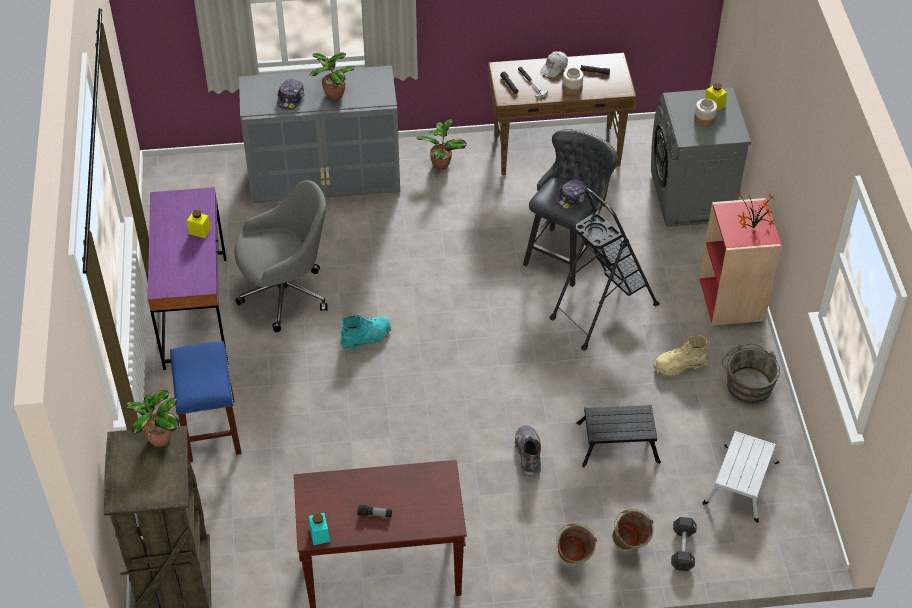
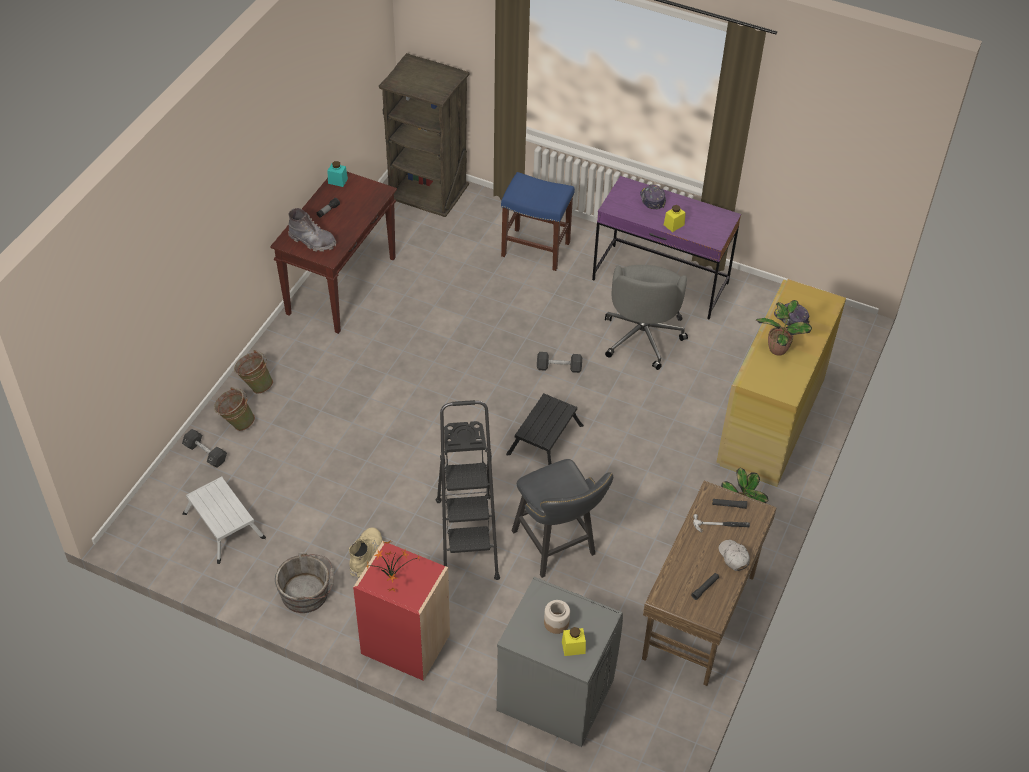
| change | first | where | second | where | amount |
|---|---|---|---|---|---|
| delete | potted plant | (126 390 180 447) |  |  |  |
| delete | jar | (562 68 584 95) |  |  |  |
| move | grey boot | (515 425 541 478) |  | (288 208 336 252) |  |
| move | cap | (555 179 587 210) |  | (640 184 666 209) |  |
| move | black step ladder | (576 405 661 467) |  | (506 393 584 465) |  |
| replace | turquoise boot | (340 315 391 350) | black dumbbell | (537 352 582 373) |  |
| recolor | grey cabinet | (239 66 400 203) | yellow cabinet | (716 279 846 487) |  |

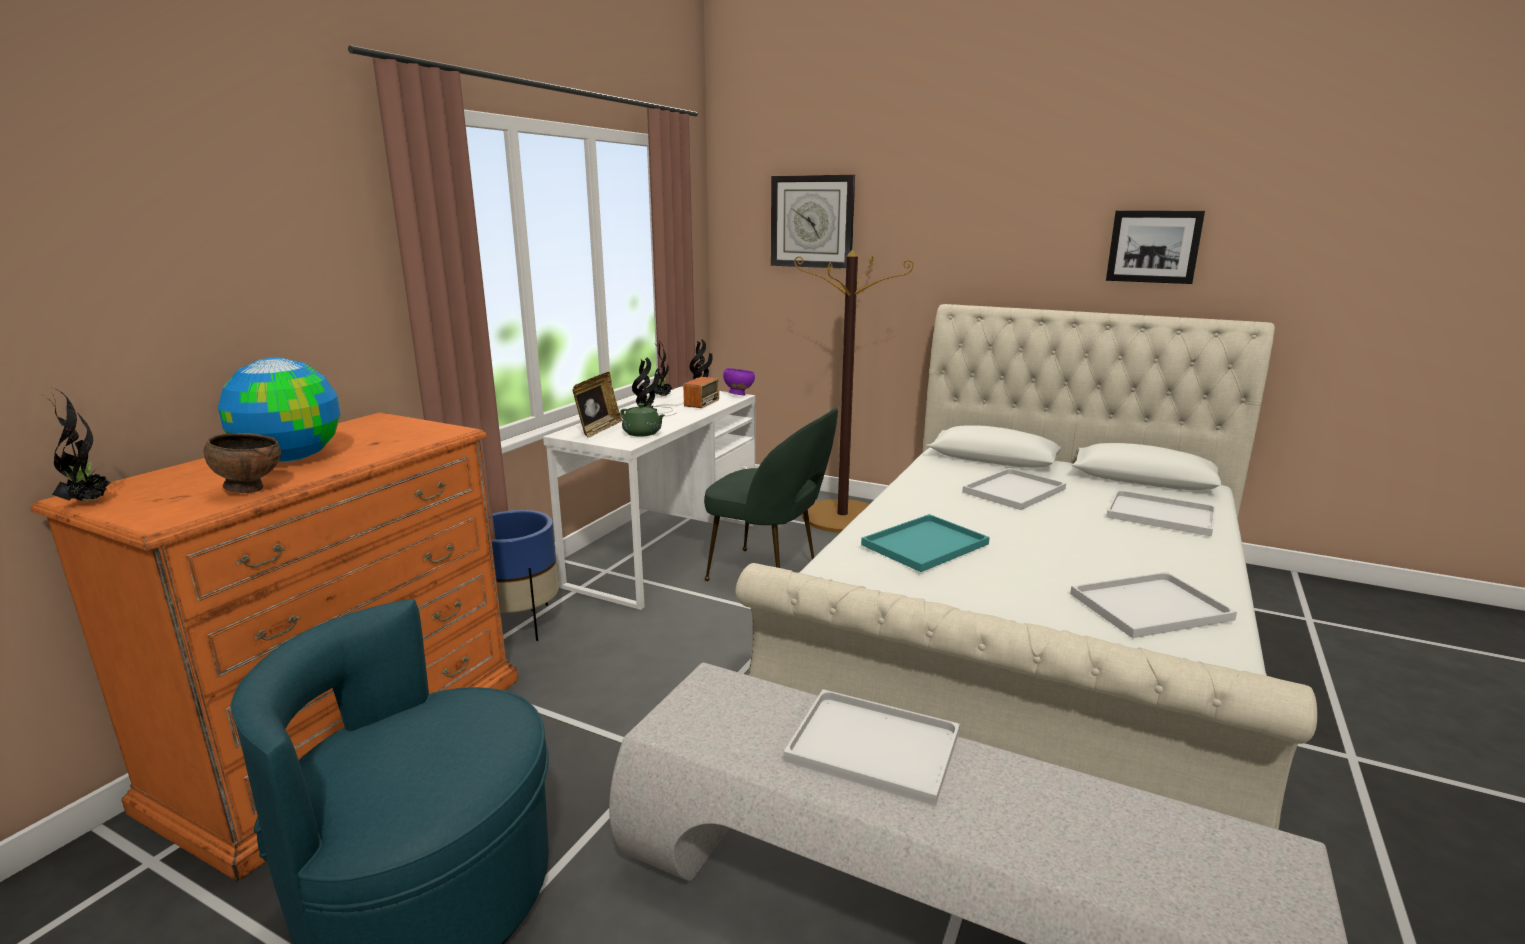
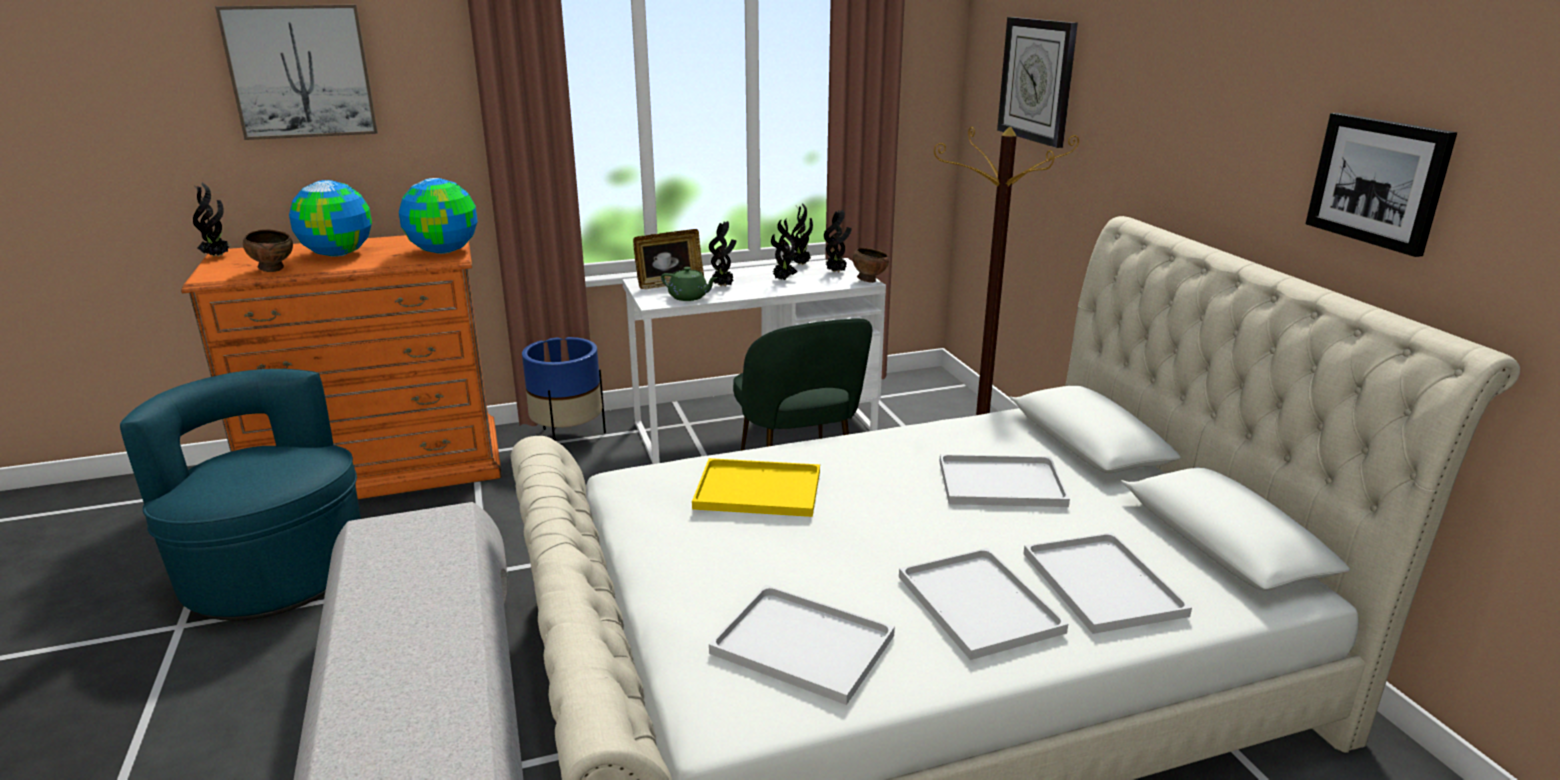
| change | first | where | second | where | amount |
|---|---|---|---|---|---|
| insert |  |  | picture | (215 4 378 140) |  |
| insert |  |  | globe | (399 178 478 254) |  |
| move | white tray | (783 689 960 806) |  | (899 548 1068 660) |  |
| replace | radio | (653 377 719 416) | potted plant | (771 218 798 280) |  |
| recolor | purple bowl | (723 368 755 395) | brown bowl | (853 248 889 283) |  |
| recolor | turquoise tray | (861 514 990 572) | yellow tray | (692 458 820 517) |  |
| rotate | green teapot | (620 403 665 437) |  | (661 267 718 301) | 60 degrees counterclockwise |

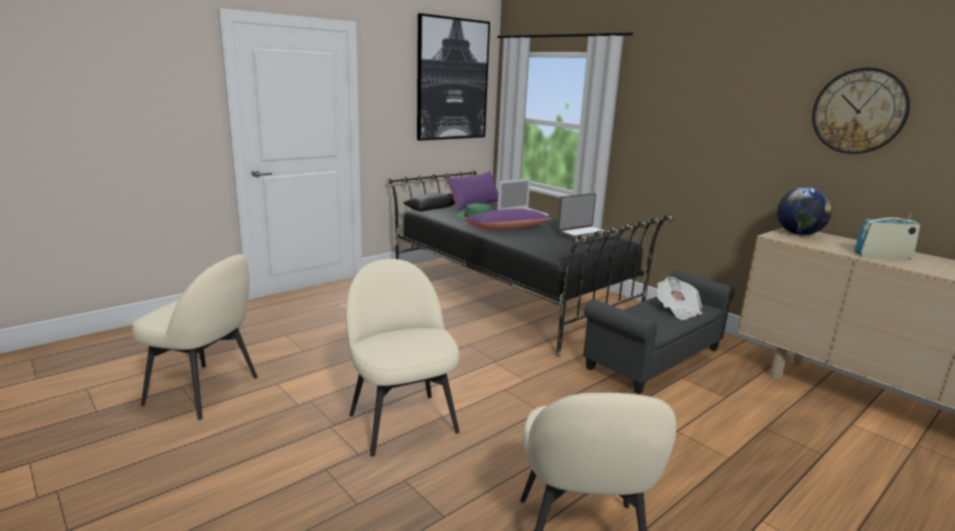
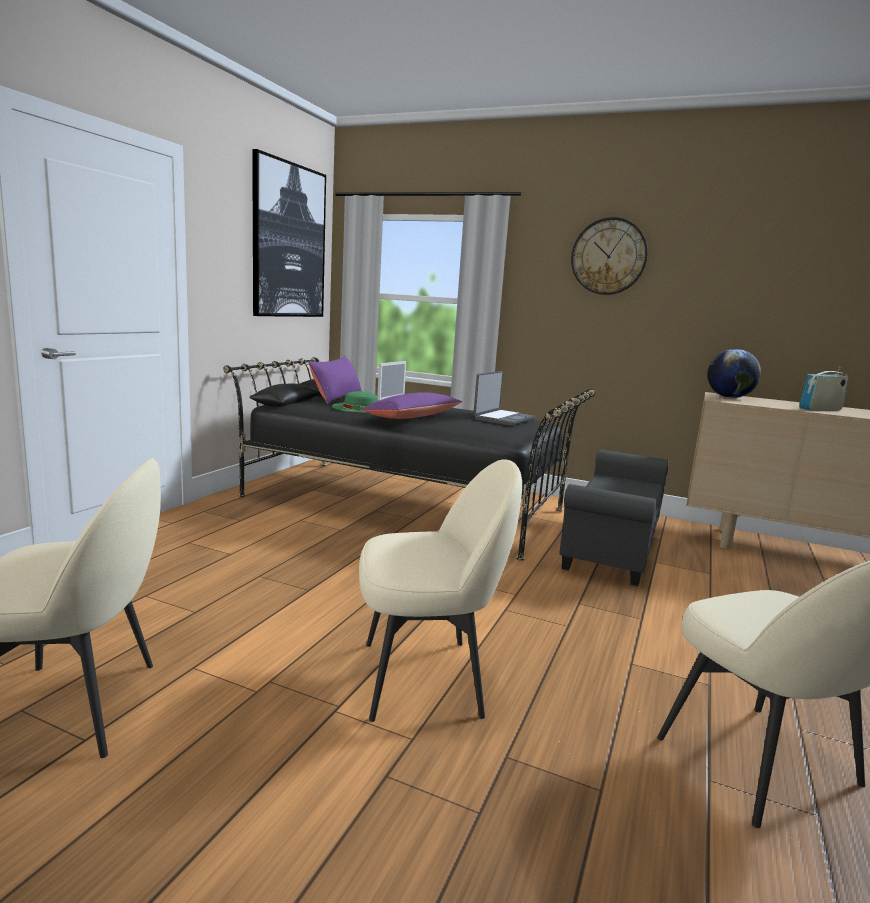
| change | first | where | second | where | amount |
|---|---|---|---|---|---|
| delete | newspaper | (657 277 702 320) |  |  |  |
| move | wall clock | (812 68 910 154) |  | (571 217 648 295) |  |
| rotate | beige chair | (346 259 460 457) |  | (359 459 522 722) | 135 degrees clockwise |

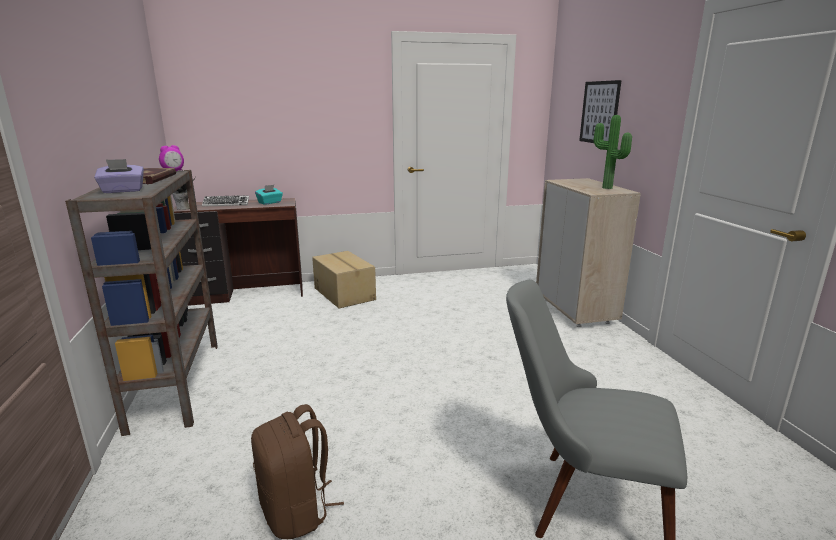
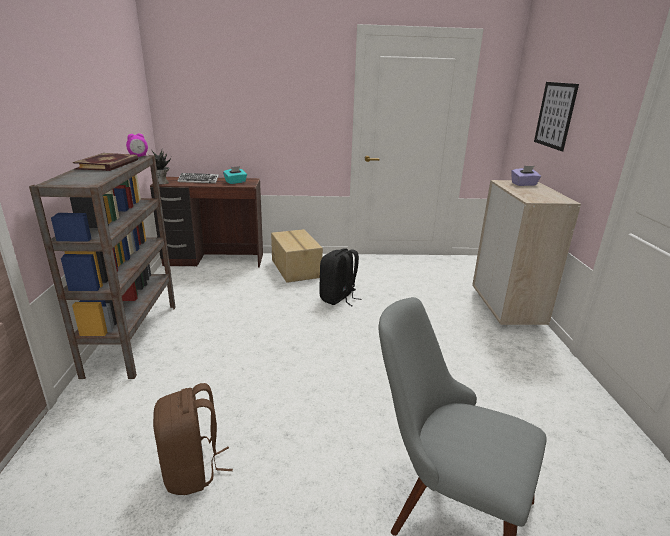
| change | first | where | second | where | amount |
|---|---|---|---|---|---|
| delete | potted plant | (594 115 632 189) |  |  |  |
| insert |  |  | black backpack | (319 248 362 307) |  |
| move | purple tissue box | (94 159 144 193) |  | (511 166 541 186) |  |

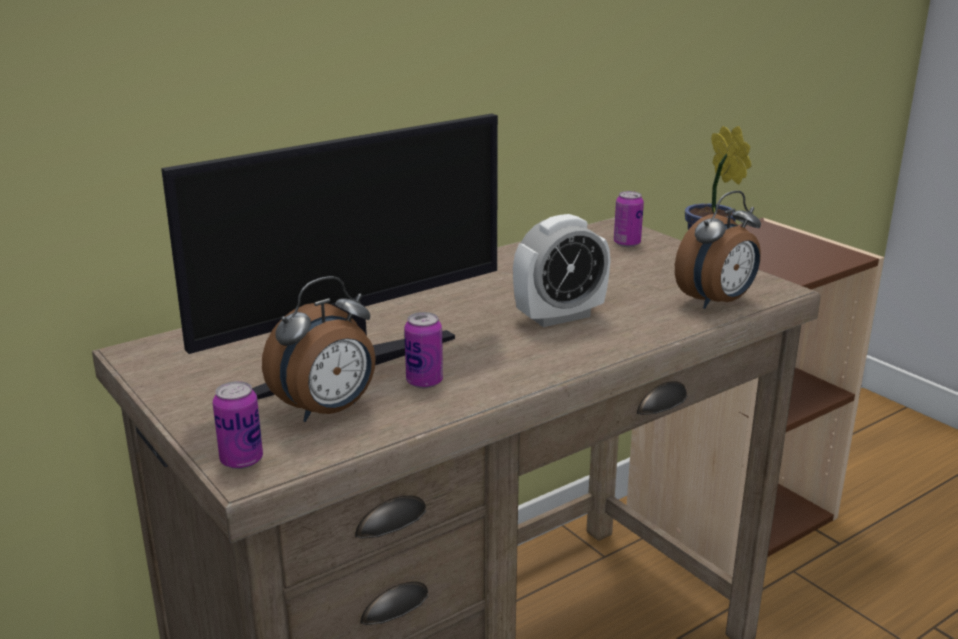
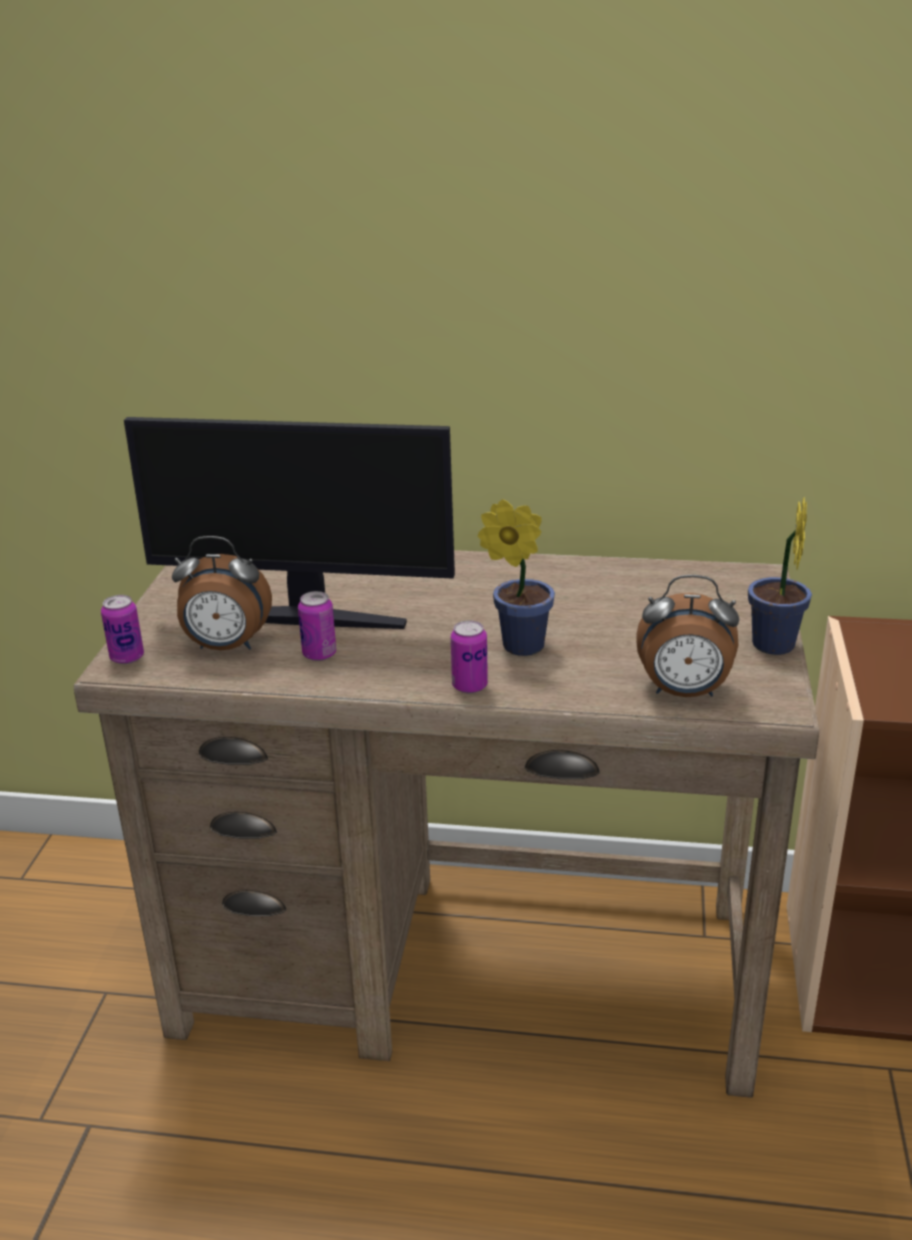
| change | first | where | second | where | amount |
|---|---|---|---|---|---|
| move | can | (614 191 644 247) |  | (451 620 488 693) |  |
| replace | alarm clock | (513 214 610 327) | potted plant | (477 499 555 656) |  |

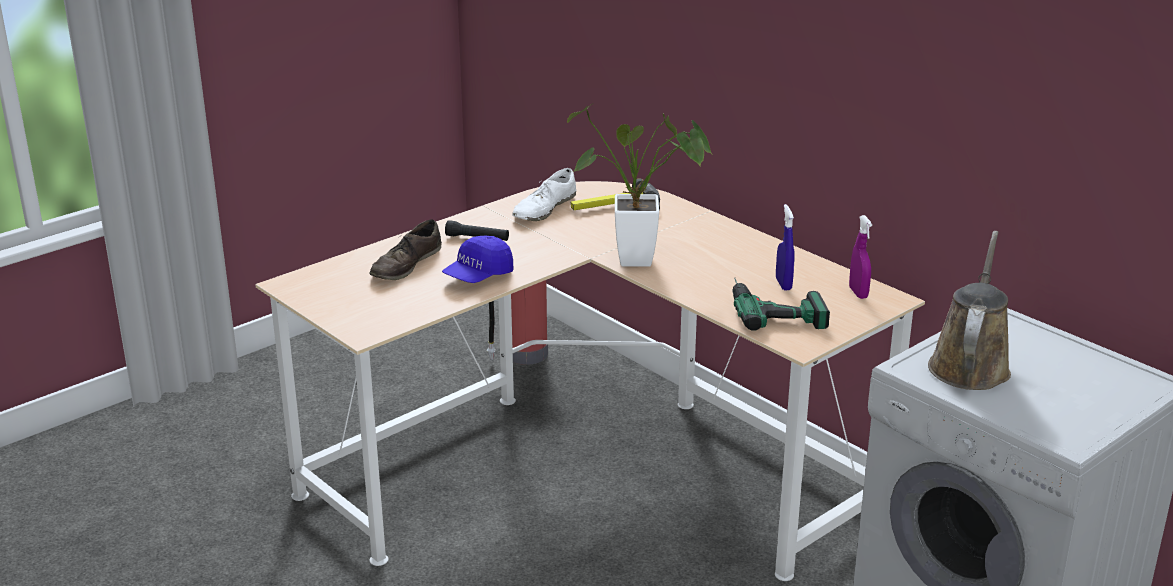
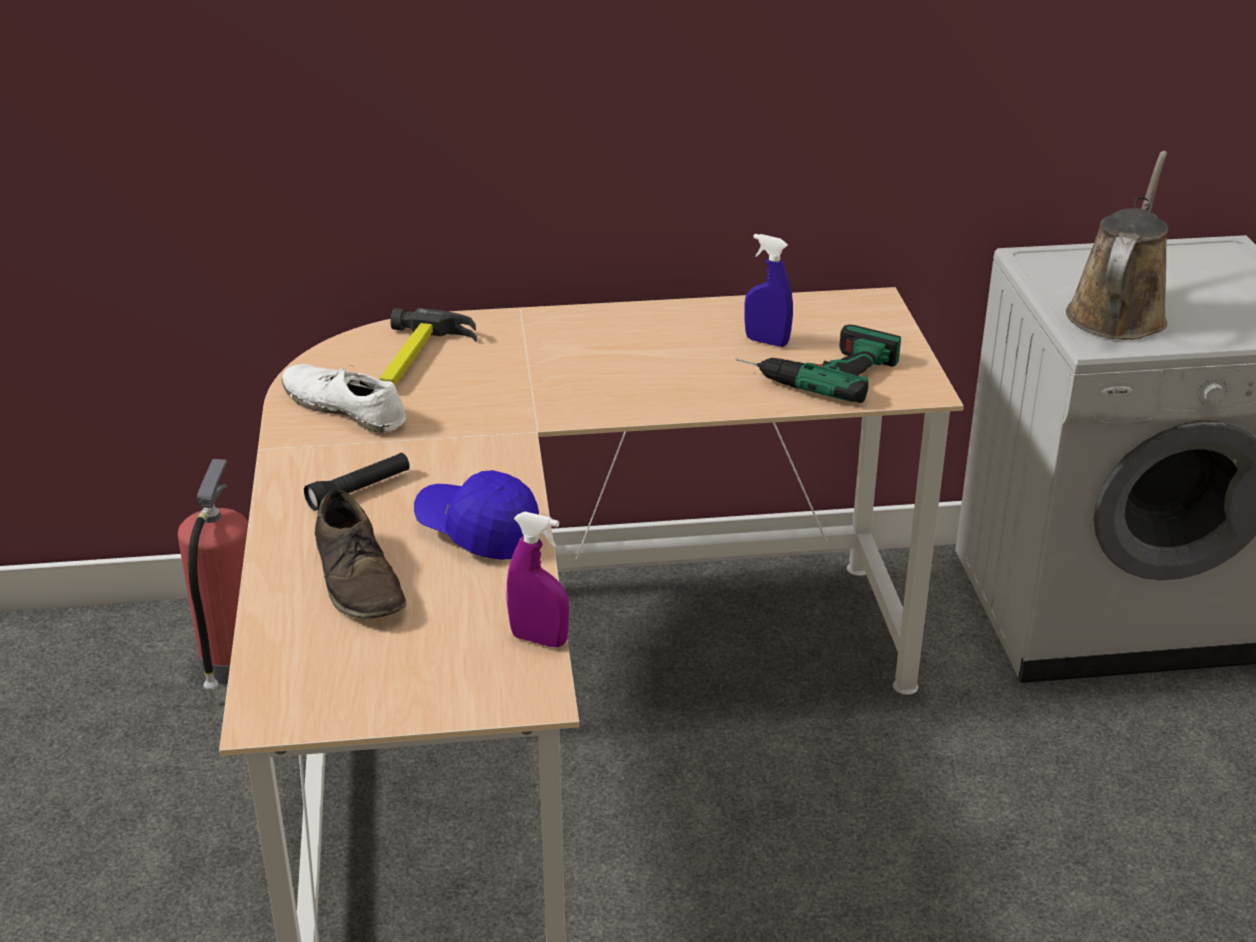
| change | first | where | second | where | amount |
|---|---|---|---|---|---|
| delete | potted plant | (567 104 712 267) |  |  |  |
| move | purple spray bottle | (849 215 872 299) |  | (507 512 569 647) |  |
| rotate | blue cap | (442 236 514 283) |  | (414 470 539 560) | 135 degrees clockwise |
| rotate | white shoe | (512 168 576 221) |  | (282 364 406 433) | 150 degrees clockwise |
| rotate | brown watering can | (928 231 1011 390) |  | (1066 151 1168 340) | 60 degrees clockwise |

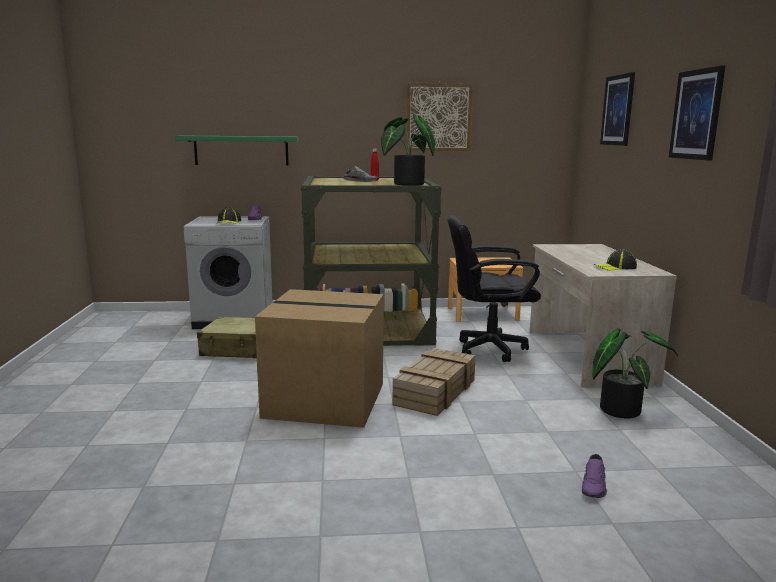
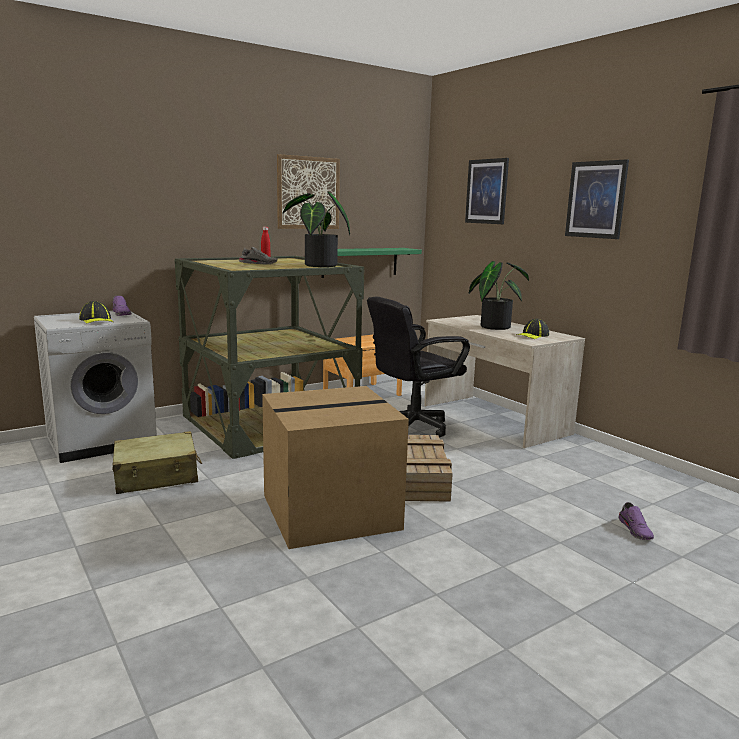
| change | first | where | second | where | amount |
|---|---|---|---|---|---|
| move | green shelf | (175 136 299 165) |  | (322 248 422 278) |  |
| move | potted plant | (593 328 678 419) |  | (469 261 529 330) |  |

